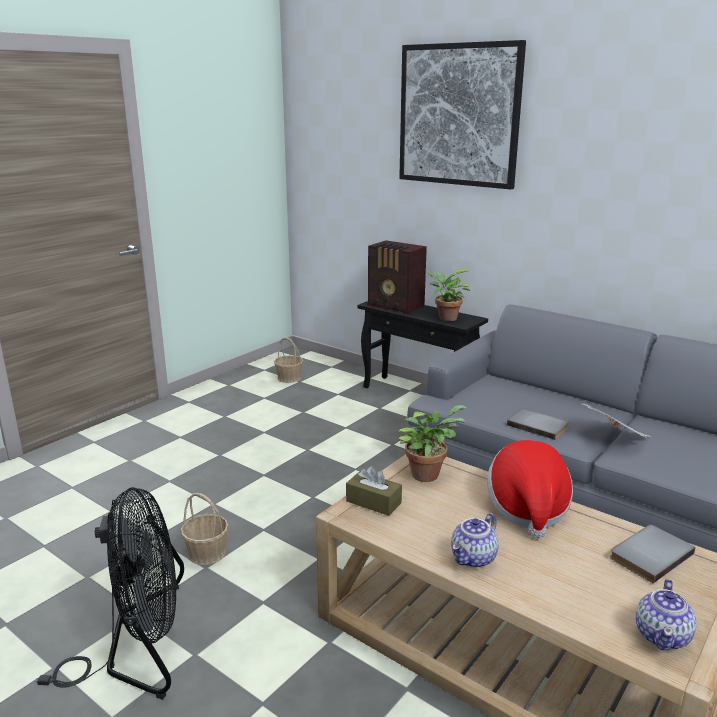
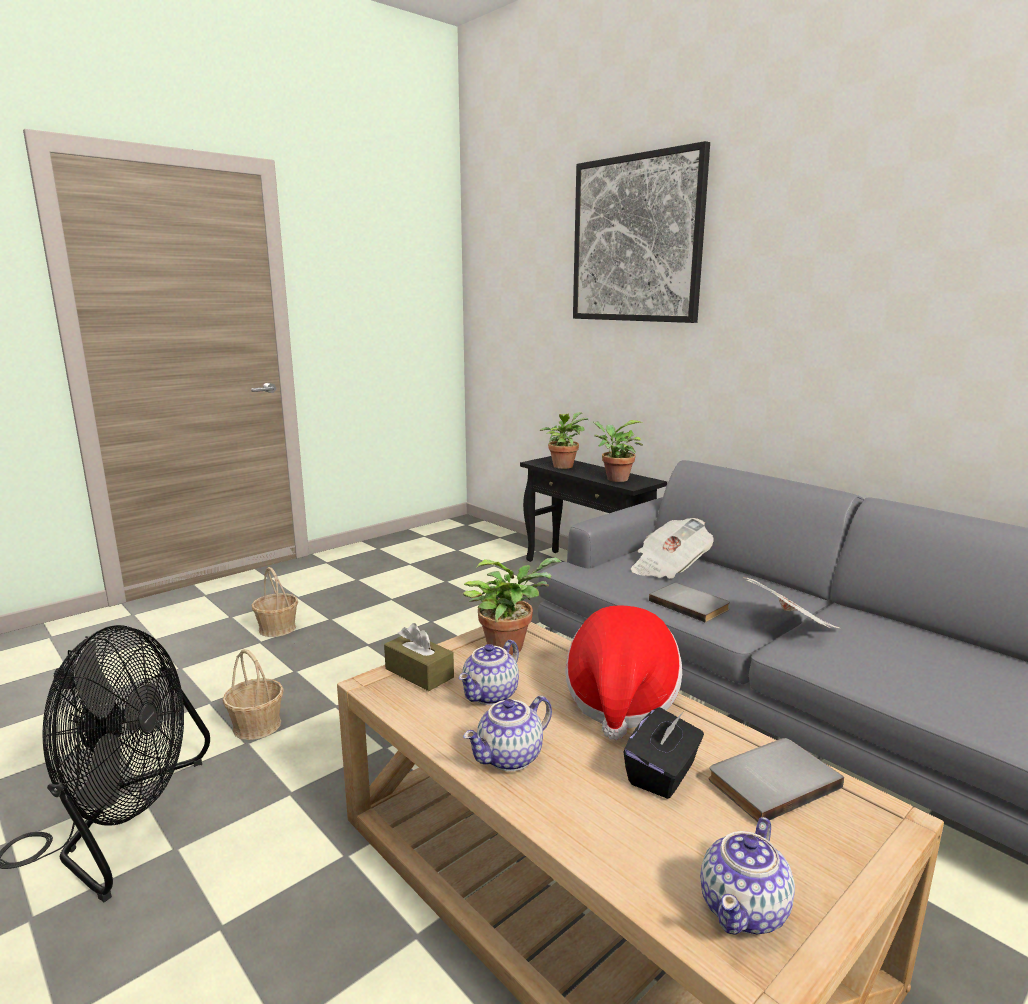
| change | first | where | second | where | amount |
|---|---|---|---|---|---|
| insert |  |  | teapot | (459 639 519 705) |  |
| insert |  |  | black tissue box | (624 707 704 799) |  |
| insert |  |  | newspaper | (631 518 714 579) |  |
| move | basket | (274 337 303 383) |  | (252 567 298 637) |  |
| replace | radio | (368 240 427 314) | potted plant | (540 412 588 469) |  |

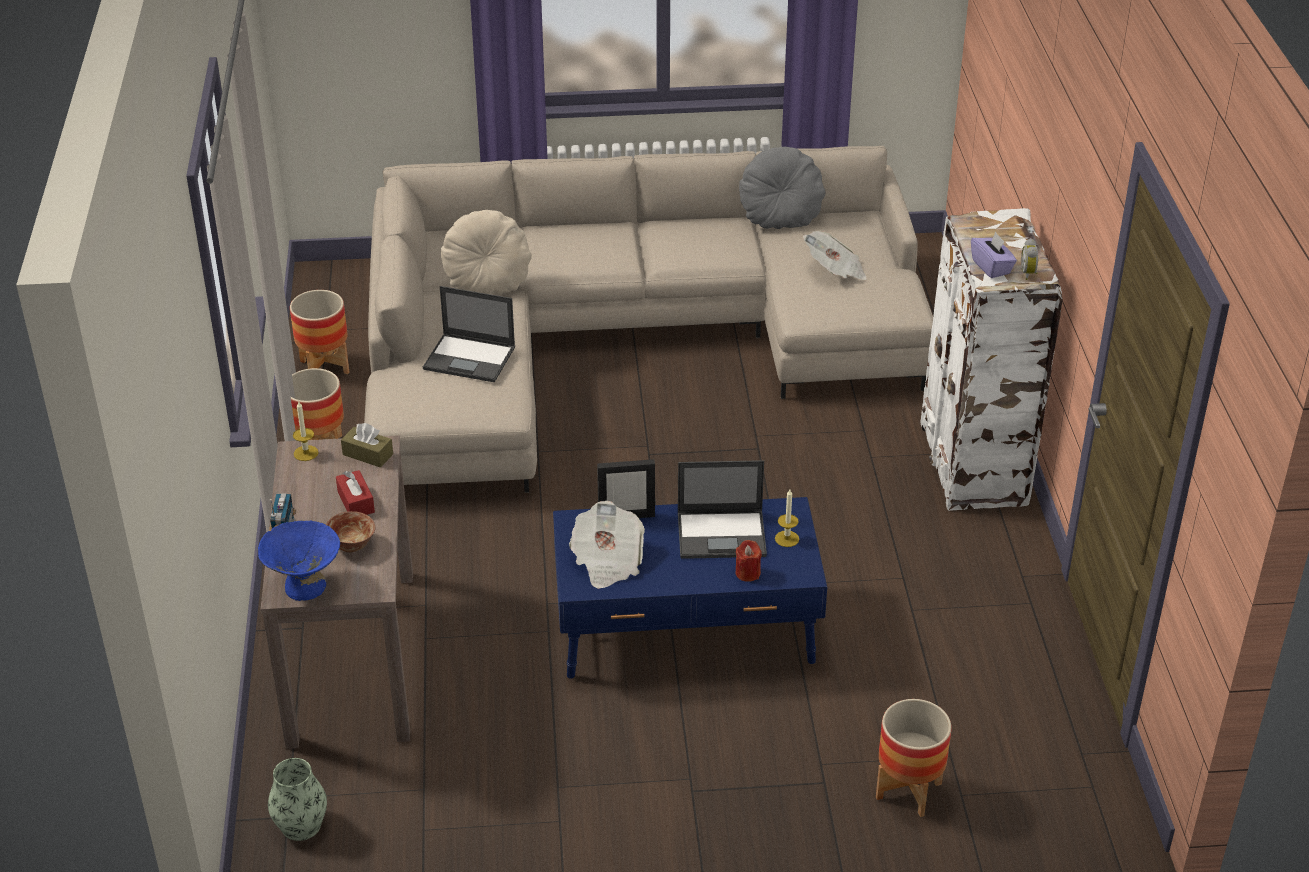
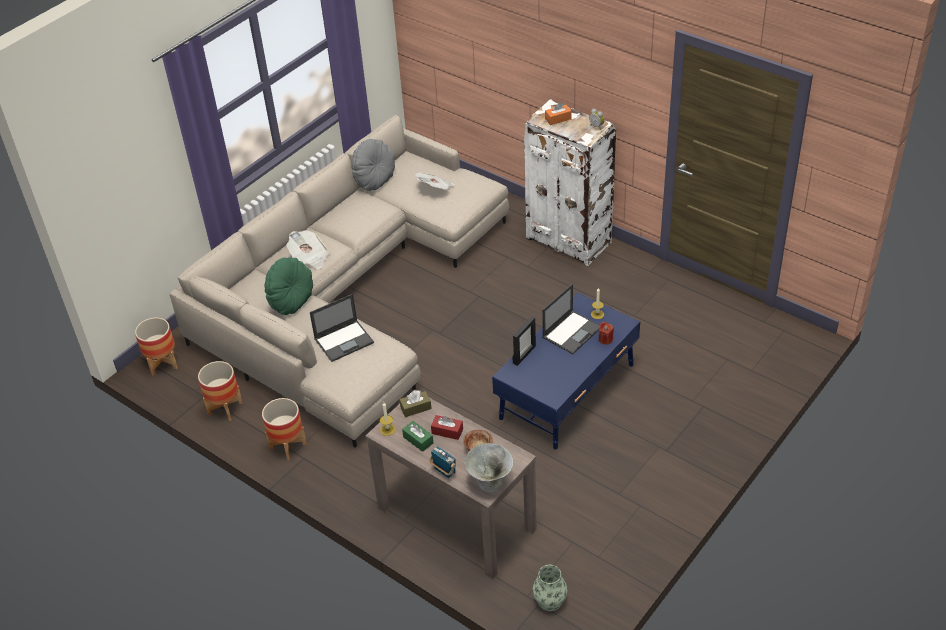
| change | first | where | second | where | amount |
|---|---|---|---|---|---|
| delete | purple tissue box | (971 232 1017 278) |  |  |  |
| insert |  |  | green tissue box | (402 421 433 452) |  |
| insert |  |  | orange tissue box | (545 103 572 125) |  |
| move | newspaper | (569 501 645 589) |  | (286 230 329 269) |  |
| move | planter | (876 699 952 817) |  | (135 318 178 376) |  |
| recolor | blue bowl | (258 520 340 601) | grey bowl | (464 443 513 492) |  |
| recolor | beige pillow | (441 210 532 294) | green pillow | (264 257 313 315) |  |

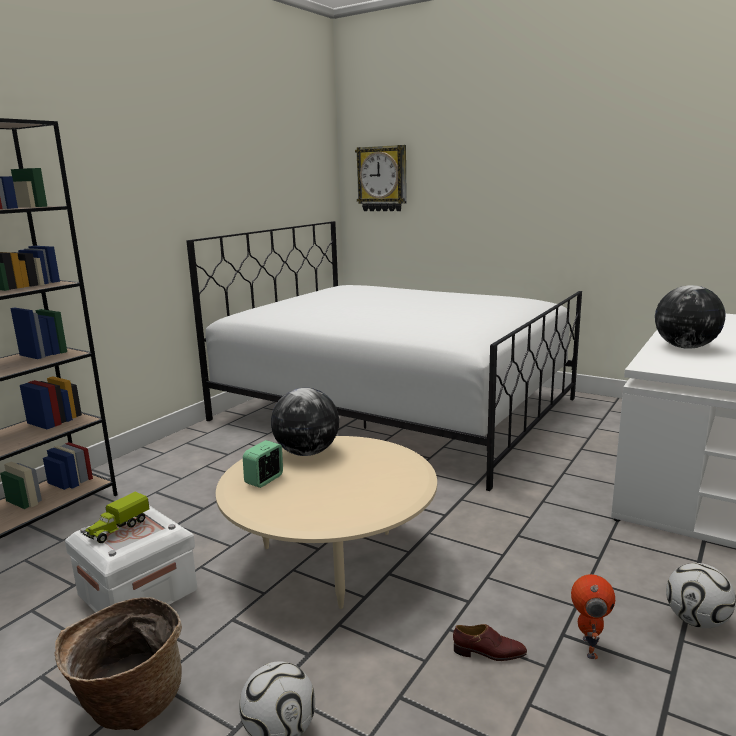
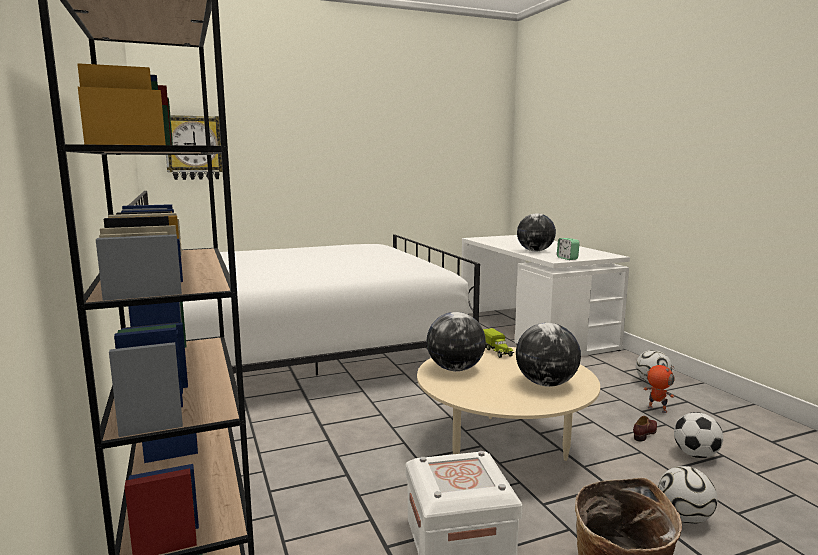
| change | first | where | second | where | amount |
|---|---|---|---|---|---|
| insert |  |  | globe | (516 323 581 387) |  |
| insert |  |  | football | (674 412 723 458) |  |
| move | toy truck | (83 492 149 543) |  | (483 328 514 358) |  |
| move | alarm clock | (243 440 283 488) |  | (557 238 580 260) |  |

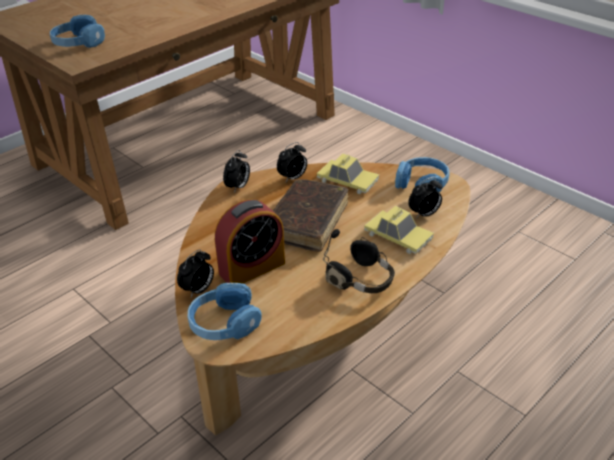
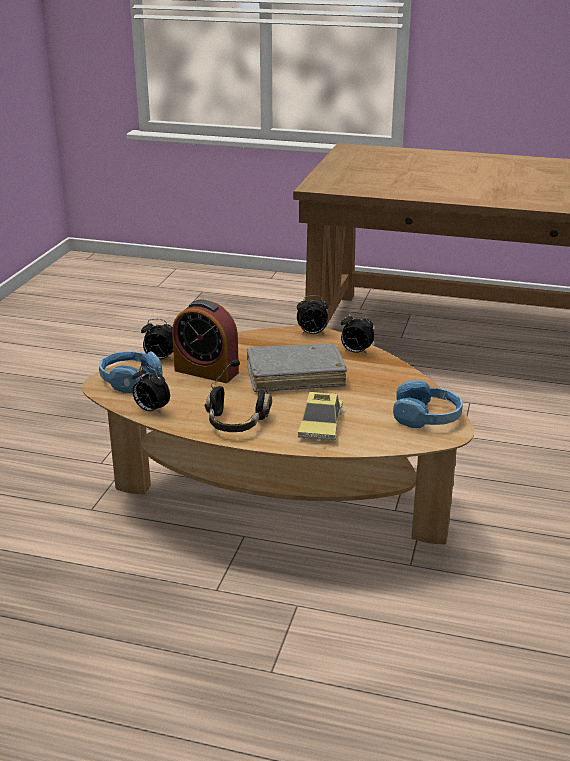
| change | first | where | second | where | amount |
|---|---|---|---|---|---|
| delete | blue headphones | (50 15 105 48) |  |  |  |
| delete | toy car | (317 153 379 194) |  |  |  |
| move | alarm clock | (408 177 442 219) |  | (132 366 170 414) |  |
| recolor | brown book | (273 179 349 252) | grey book | (247 343 347 393) |  |

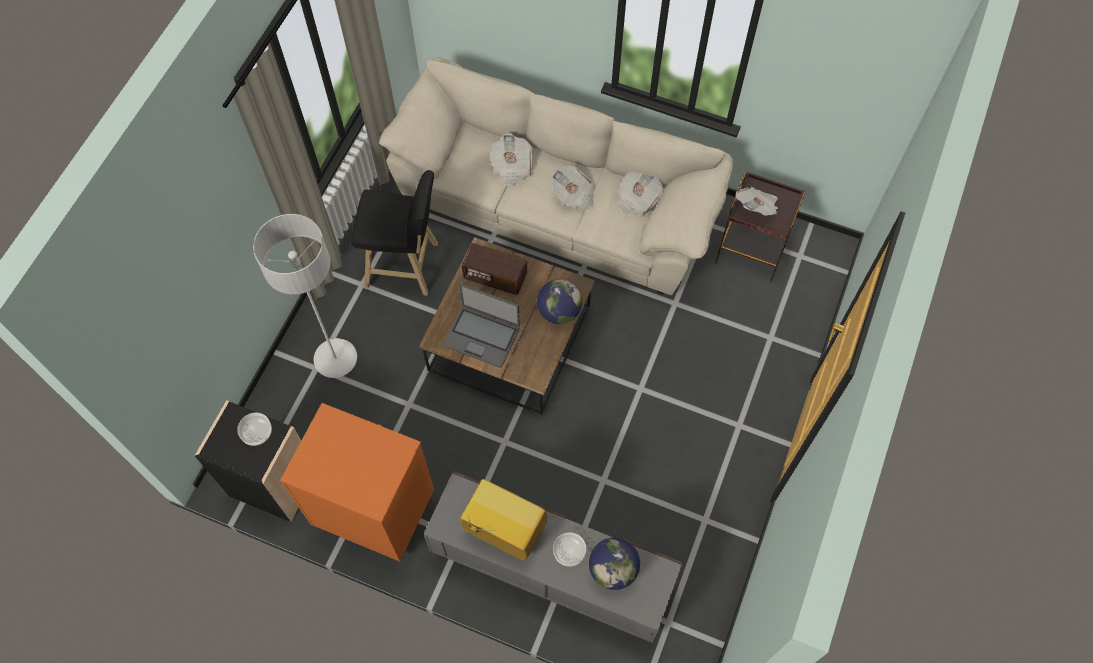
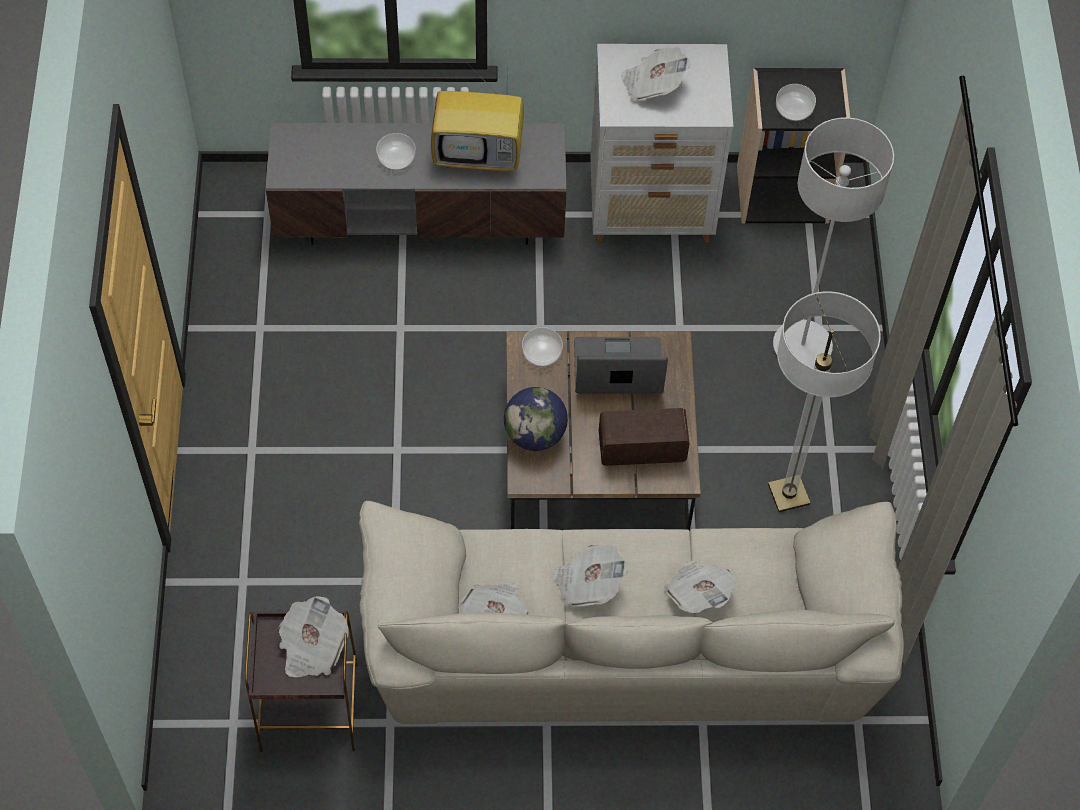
| change | first | where | second | where | amount |
|---|---|---|---|---|---|
| delete | globe | (589 537 640 590) |  |  |  |
| insert |  |  | bowl | (522 327 563 367) |  |
| insert |  |  | newspaper | (621 47 690 100) |  |
| replace | black stool | (351 170 438 296) | floor lamp | (768 291 881 512) |  |
| recolor | orange dresser | (280 403 434 562) | white dresser | (590 44 733 243) |  |

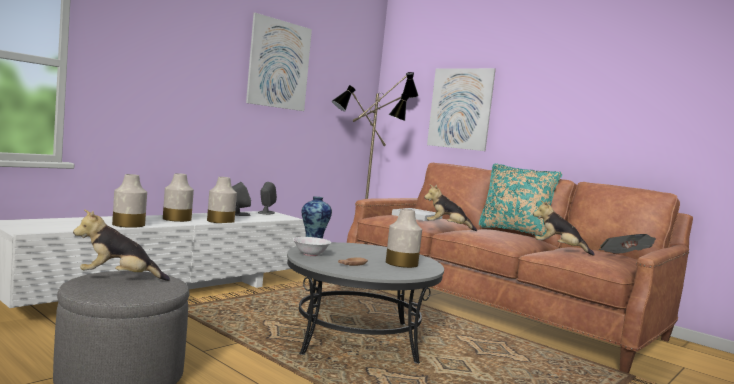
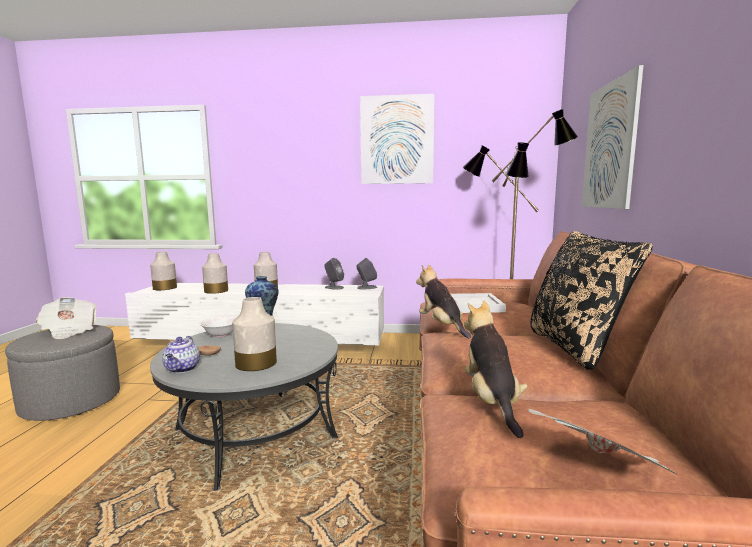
| change | first | where | second | where | amount |
|---|---|---|---|---|---|
| insert |  |  | teapot | (162 336 200 373) |  |
| move | beige vase | (207 177 237 223) |  | (150 252 177 290) |  |
| replace | plush toy | (73 209 170 281) | newspaper | (36 297 97 339) |  |
| recolor | turquoise pillow | (479 163 562 237) | black pillow | (530 231 653 370) |  |

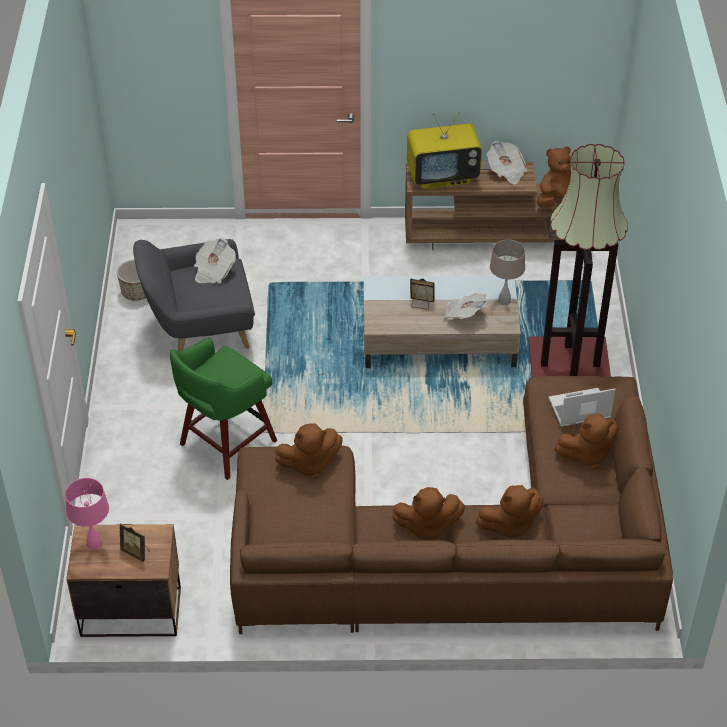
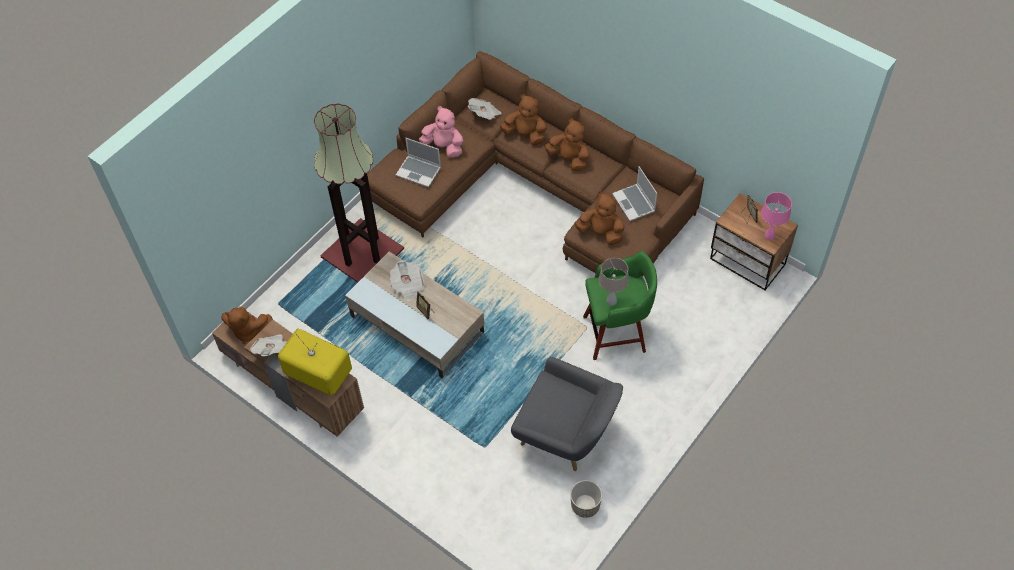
| change | first | where | second | where | amount |
|---|---|---|---|---|---|
| insert |  |  | laptop | (612 166 657 221) |  |
| move | newspaper | (194 238 236 284) |  | (468 98 502 120) |  |
| move | beige table lamp | (490 240 525 305) |  | (599 258 629 306) |  |
| recolor | brown plush toy | (554 414 618 469) | pink plush toy | (419 106 463 158) |  |

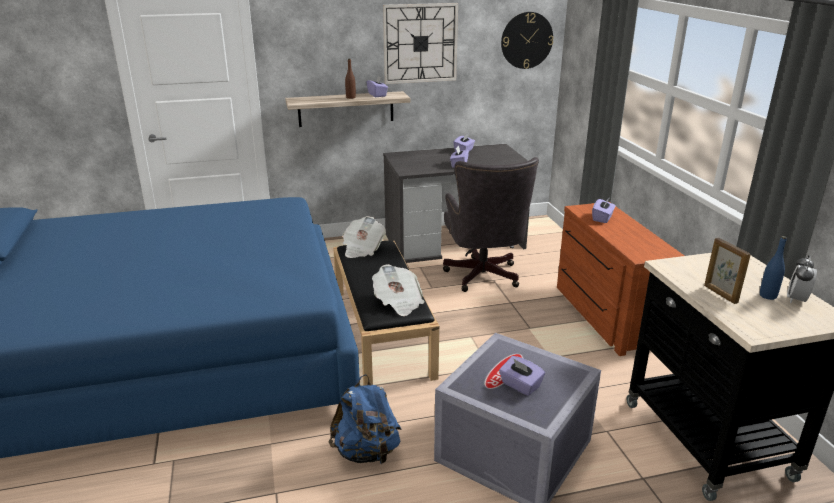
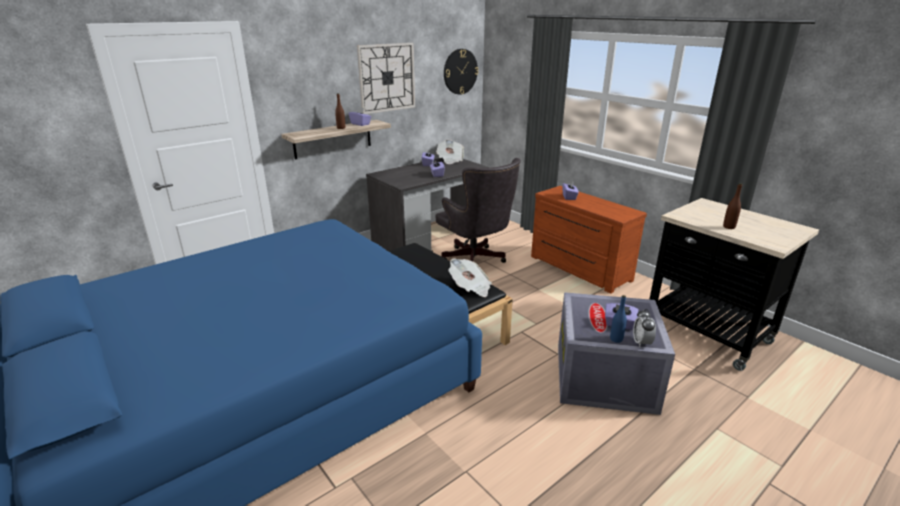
| change | first | where | second | where | amount |
|---|---|---|---|---|---|
| delete | blue backpack | (329 374 402 464) |  |  |  |
| move | newspaper | (342 216 386 258) |  | (436 140 464 164) |  |
| move | blue bottle | (760 236 787 300) |  | (610 295 627 343) |  |
| move | alarm clock | (787 255 817 303) |  | (633 309 656 347) |  |
| replace | picture frame | (704 238 751 304) | brown bottle | (723 183 742 229) |  |

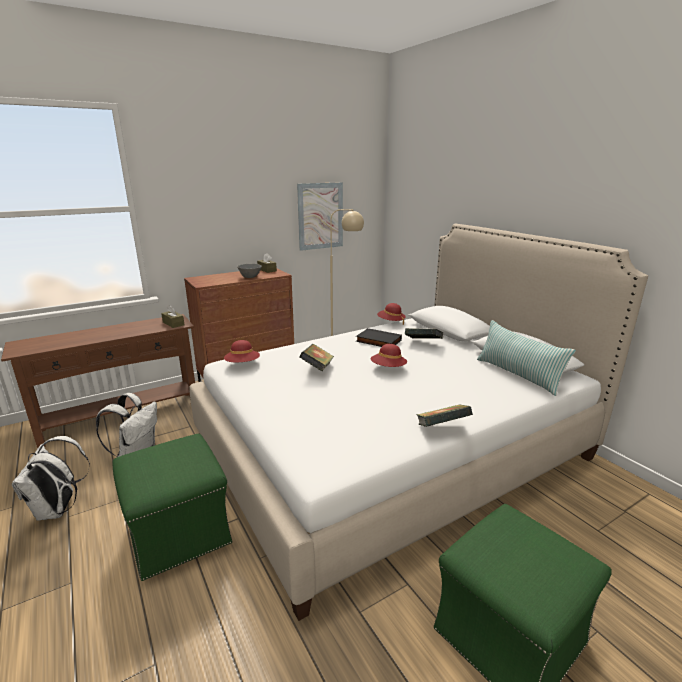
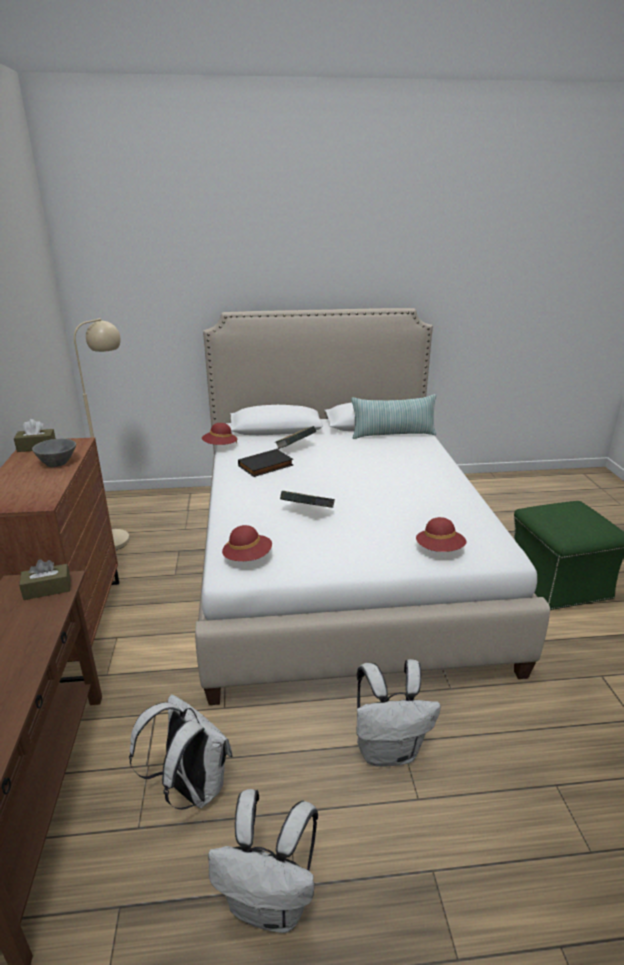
| change | first | where | second | where | amount |
|---|---|---|---|---|---|
| delete | picture | (297 182 343 251) |  |  |  |
| delete | book | (417 404 473 427) |  |  |  |
| move | red hat | (370 344 407 367) |  | (416 517 466 552) |  |
| replace | green ottoman | (112 434 232 581) | white backpack | (357 659 441 767) |  |

